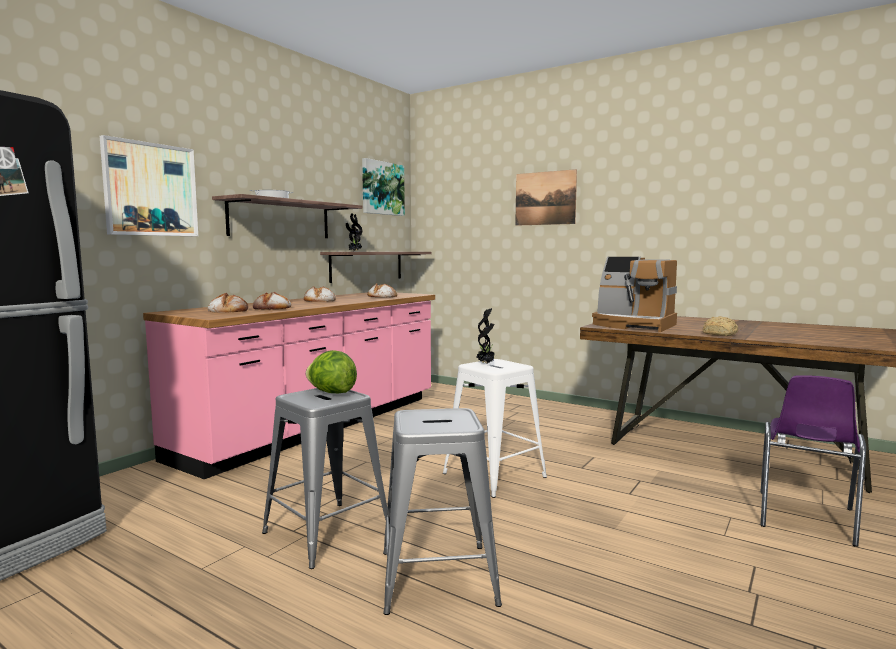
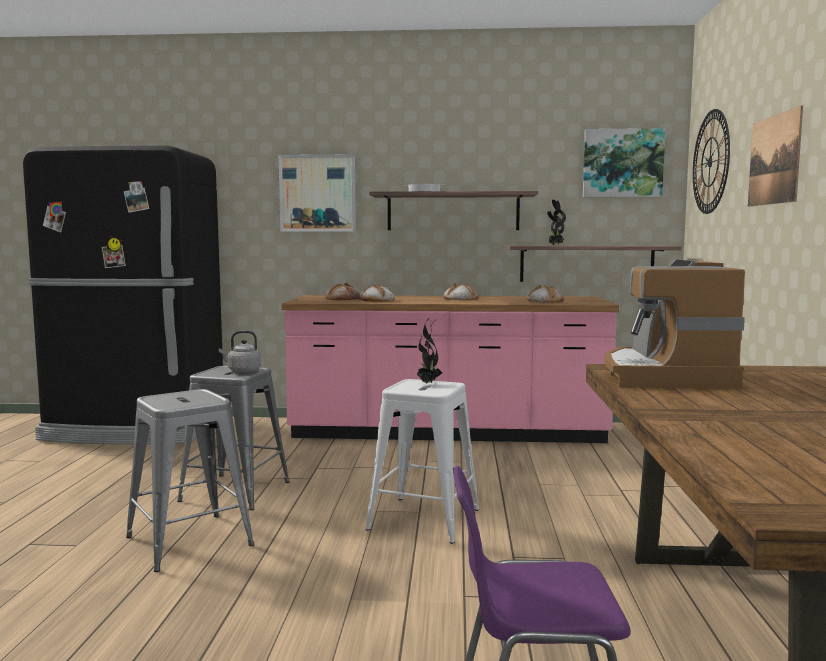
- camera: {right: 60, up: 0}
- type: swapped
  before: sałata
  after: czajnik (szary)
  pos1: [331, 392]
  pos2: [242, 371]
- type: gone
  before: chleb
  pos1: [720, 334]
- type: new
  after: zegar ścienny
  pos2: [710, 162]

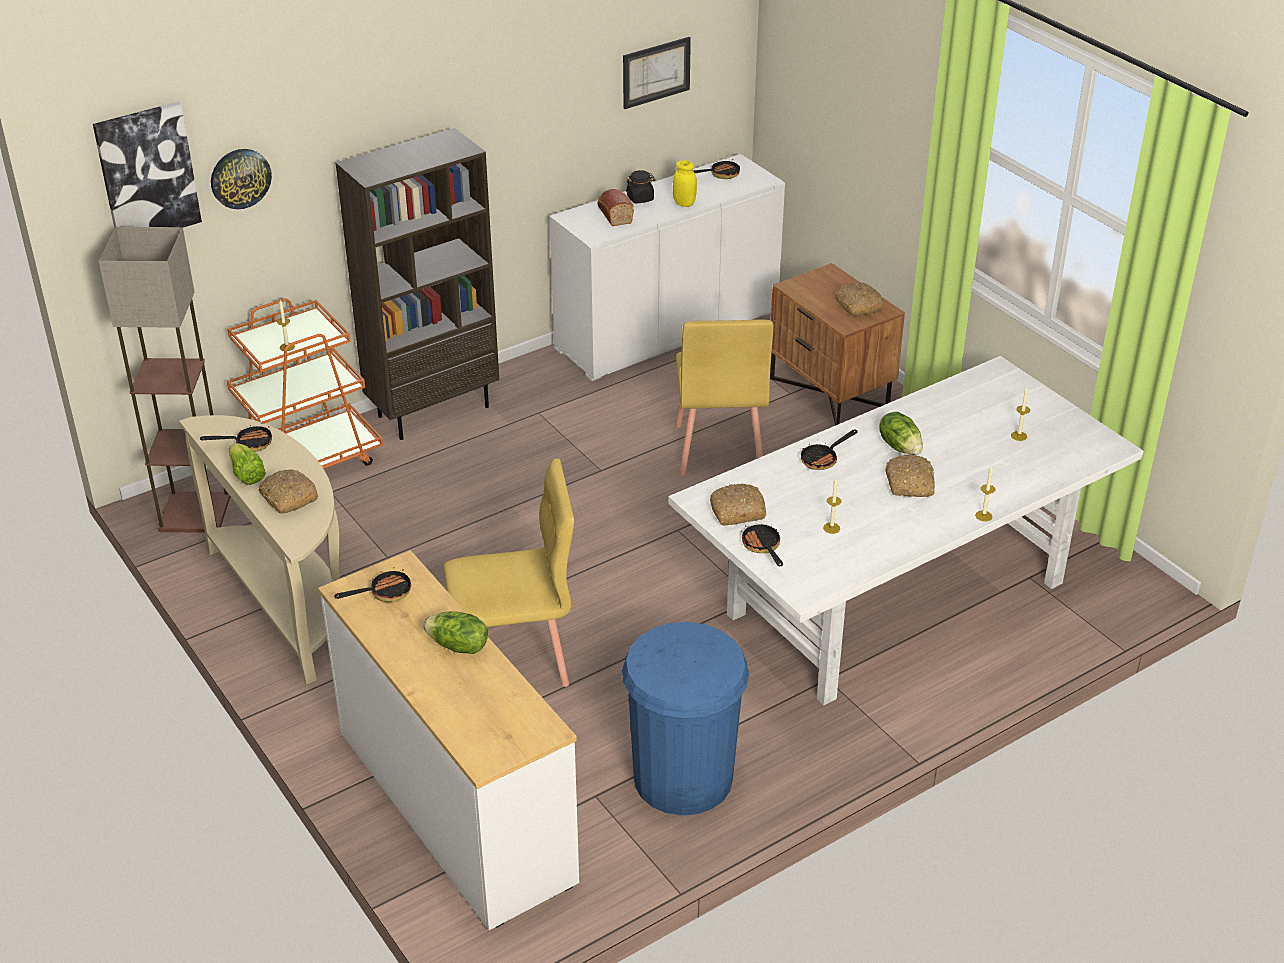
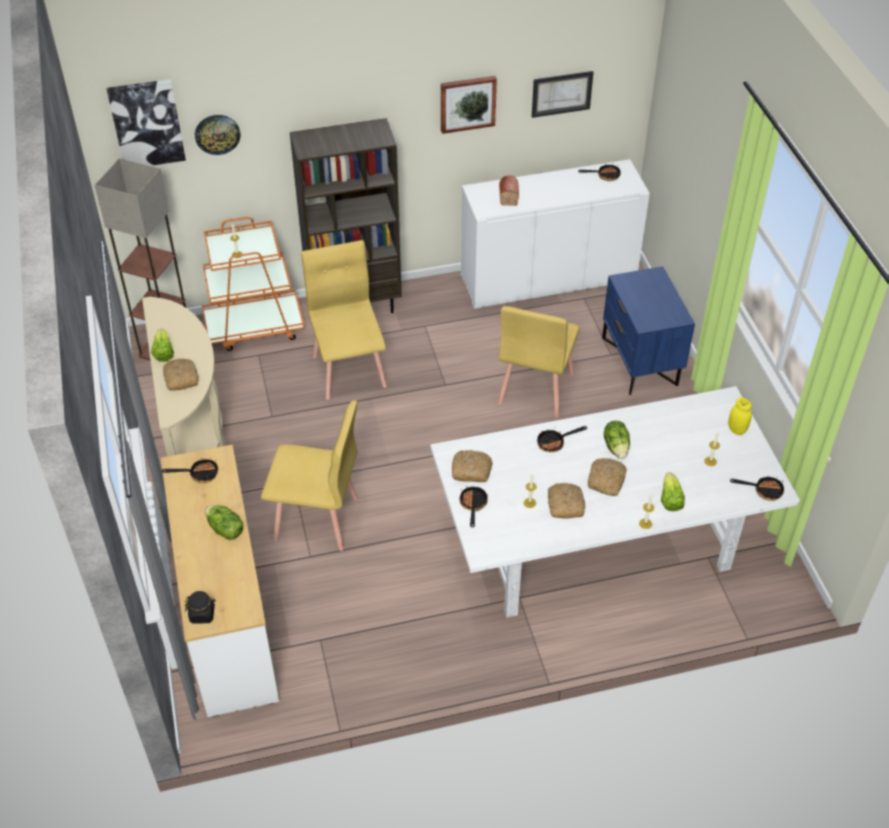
- camera: {right: 20, up: 10}
- type: shifted
  before: patelnia
  pos1: [248, 443]
  pos2: [763, 490]
- type: gone
  before: kosz na śmieci (niebieski)
  pos1: [683, 777]
- type: shifted
  before: słoik (czarny)
  pos1: [640, 198]
  pos2: [202, 614]
- type: shifted
  before: słoik (żółty)
  pos1: [684, 203]
  pos2: [737, 429]
- type: repainted
  before: szafka nocna (brązowy)
  after: szafka nocna (niebieski)
  pos1: [830, 393]
  pos2: [640, 361]
- type: shifted
  before: chleb
  pos1: [857, 305]
  pos2: [564, 504]
- type: new
  after: krzesło (żółty)
  pos2: [349, 370]
- type: new
  after: obraz
  pos2: [467, 103]
- type: new
  after: sałata
  pos2: [670, 500]

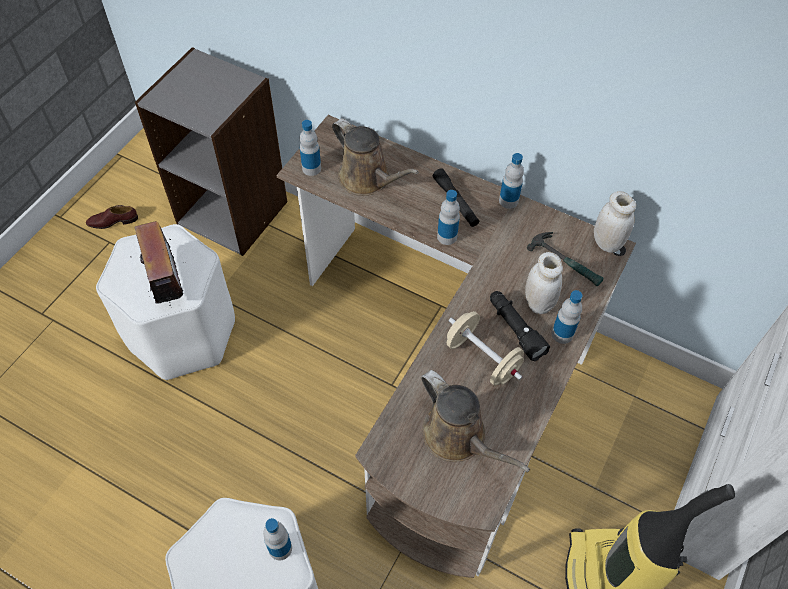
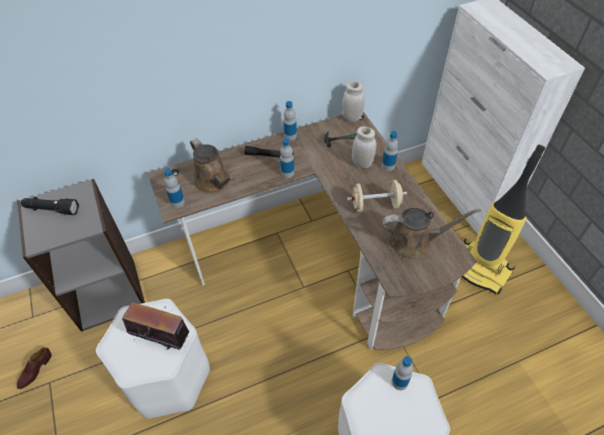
- camera: {right: -50, up: -5}
- type: rotated
  before: konewka (brązowy)
  pos1: [368, 179]
  pos2: [214, 182]
  turn: 60
- type: shifted
  before: latarka (czarny)
  pos1: [515, 329]
  pos2: [52, 210]

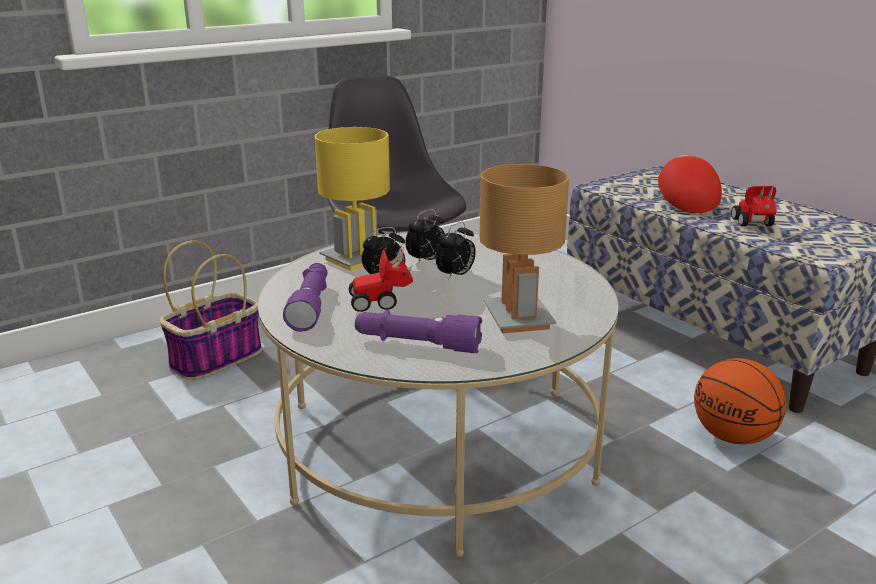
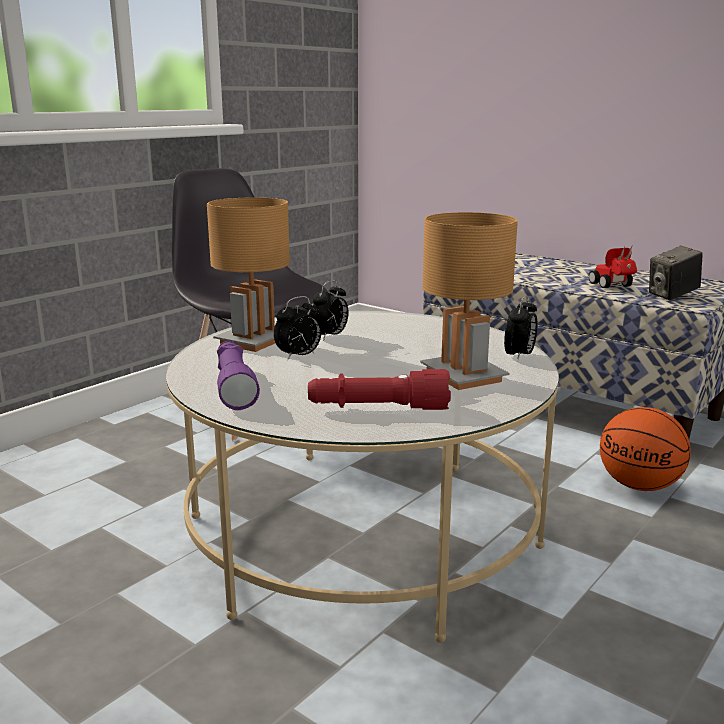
- camera: {right: -15, up: -5}
- type: gone
  before: koszyk
  pos1: [217, 358]
- type: repainted
  before: lampa stołowa (żółty)
  after: lampa stołowa (brązowy)
  pos1: [356, 259]
  pos2: [253, 341]
- type: gone
  before: samochodzik
  pos1: [381, 302]
- type: repainted
  before: latarka (fioletowy)
  after: latarka (czerwony)
  pos1: [417, 344]
  pos2: [378, 408]
- type: shifted
  before: budzik
  pos1: [456, 275]
  pos2: [519, 356]
- type: gone
  before: czapka z daszkiem (czerwony)
  pos1: [684, 201]
- type: new
  after: aparat fotograficzny
  pos2: [672, 296]

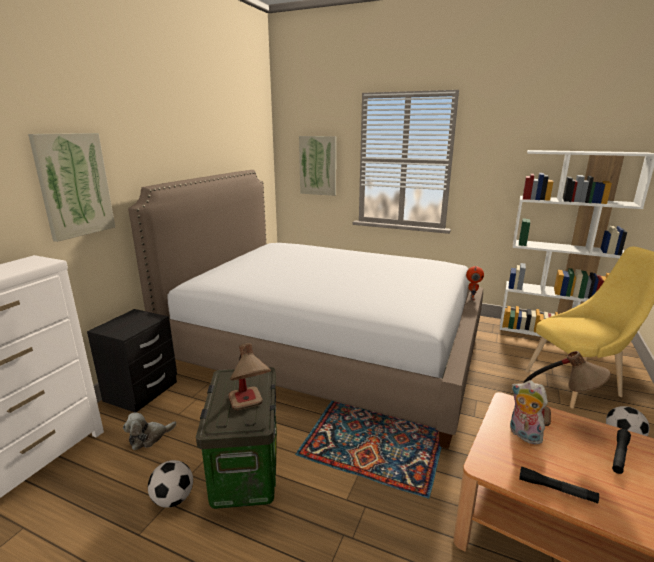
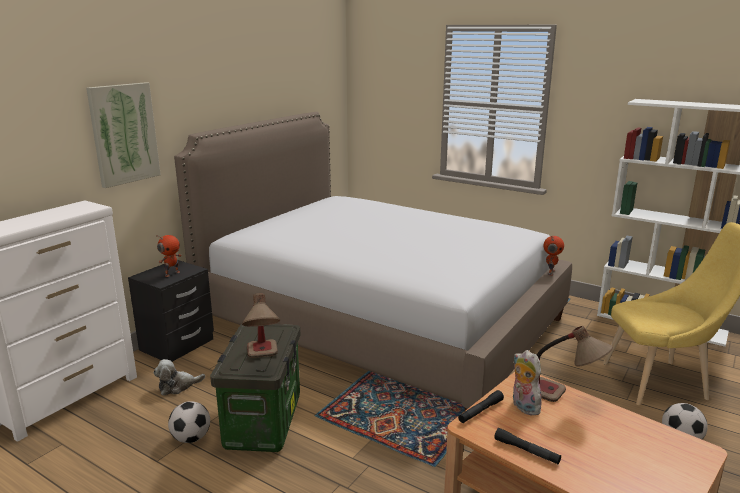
- camera: {right: 10, up: 0}
- type: gone
  before: obraz
  pos1: [318, 165]
- type: shifted
  before: latarka (czarny)
  pos1: [619, 455]
  pos2: [480, 411]
- type: new
  after: robot zabawkowy
  pos2: [172, 273]

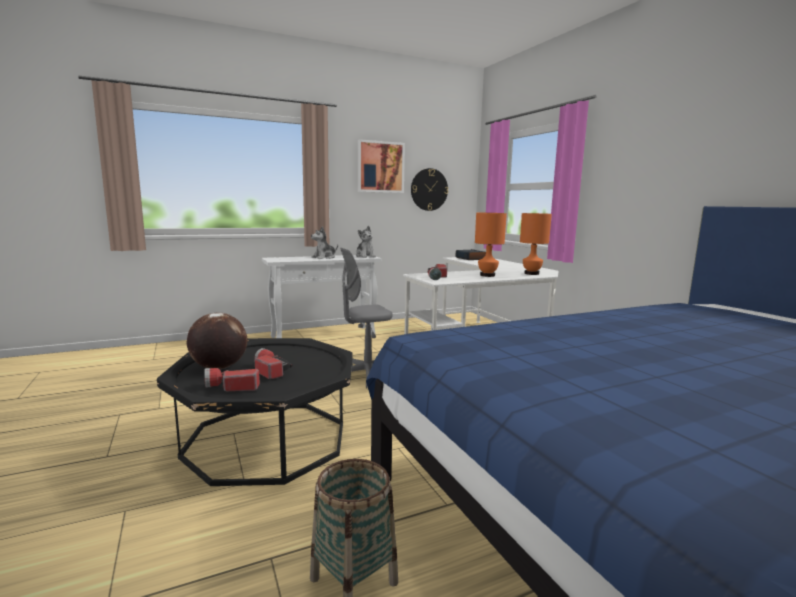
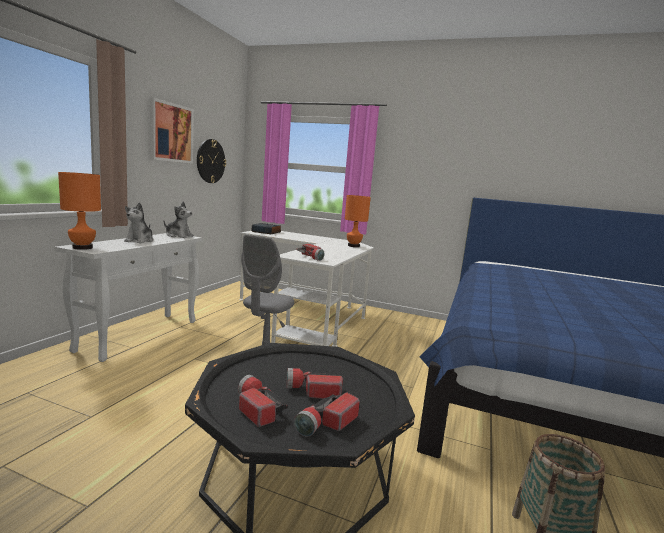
- camera: {right: -45, up: 0}
- type: swapped
  before: globus
  after: latarka
  pos1: [219, 368]
  pos2: [257, 408]
- type: shifted
  before: lampa stołowa (pomarańczowy)
  pos1: [487, 275]
  pos2: [82, 248]

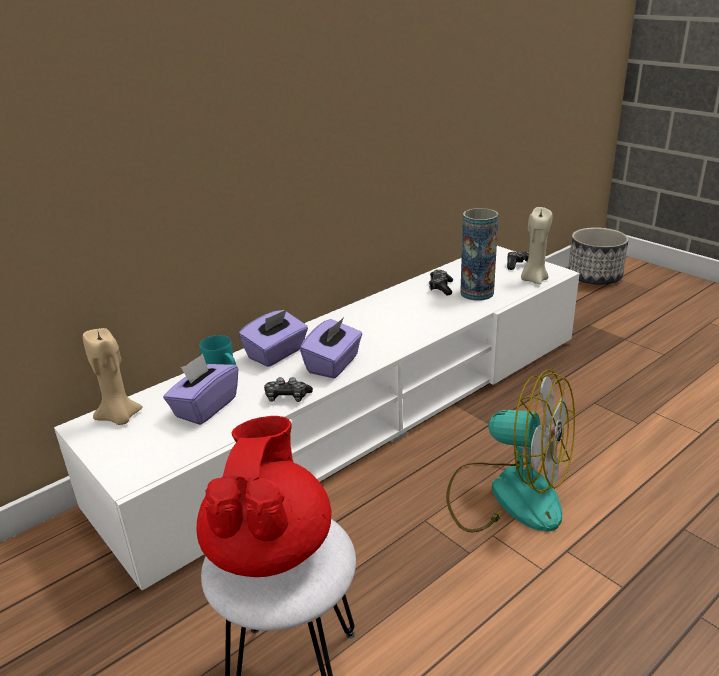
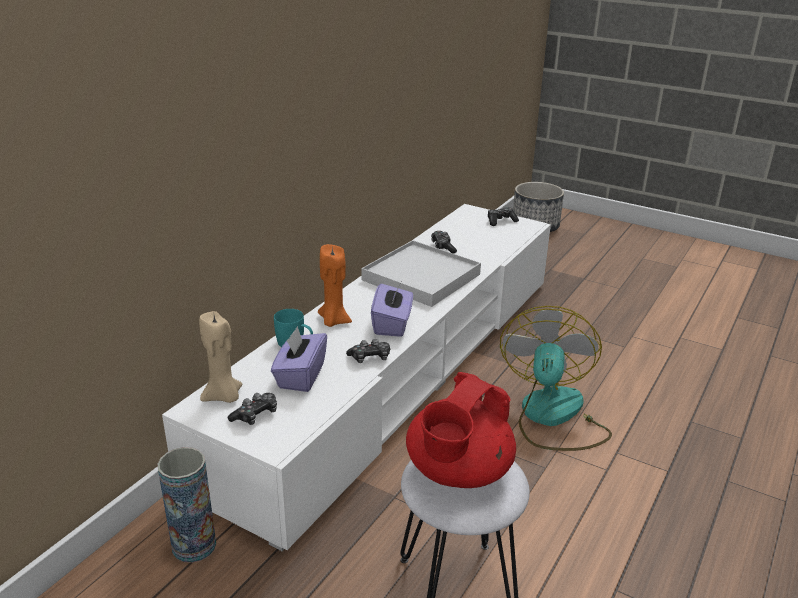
- camera: {right: -20, up: 0}
- type: rotated
  before: imbryk (czerwony)
  pos1: [269, 547]
  pos2: [457, 472]
  turn: -135
- type: swapped
  before: pudełko chusteczek (fioletowy)
  after: świeca (pomarańczowy)
  pos1: [276, 354]
  pos2: [333, 321]
- type: rotated
  before: wentylator
  pos1: [508, 494]
  pos2: [552, 417]
  turn: -90
- type: shifted
  before: wazon
  pos1: [477, 293]
  pos2: [194, 545]
- type: gone
  before: świeca (beżowy)
  pos1: [533, 279]
- type: new
  after: pad do gier
  pos2: [255, 415]
- type: new
  after: taca (biały)
  pos2: [421, 277]

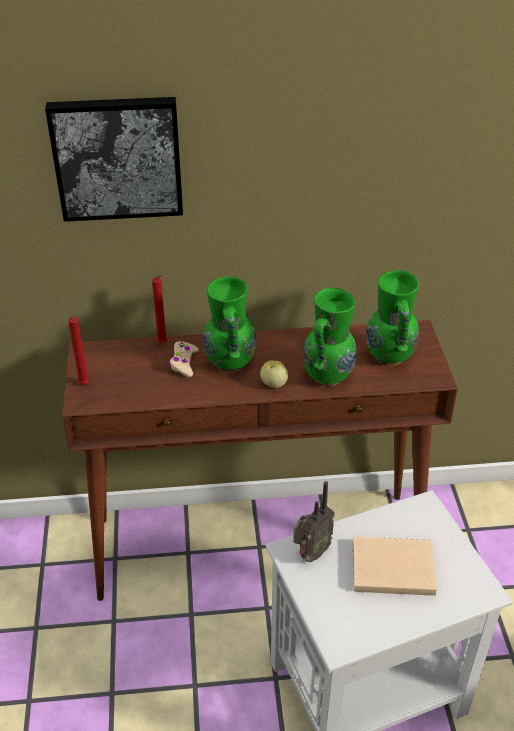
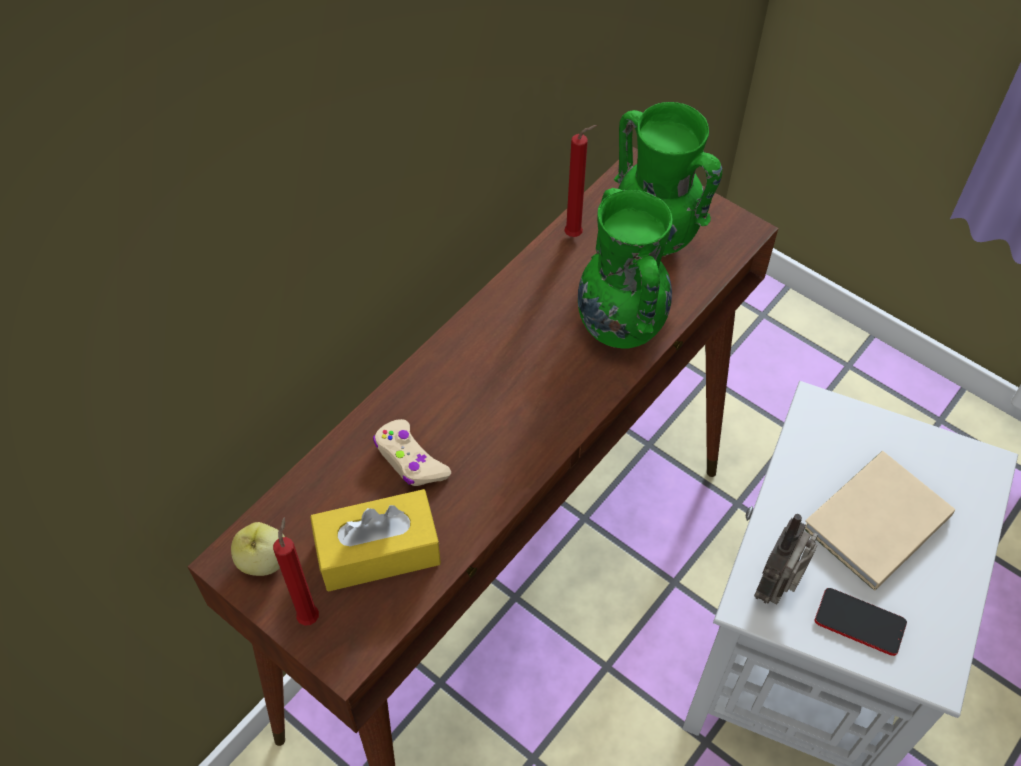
- camera: {right: -45, up: 15}
- type: gone
  before: obraz
  pos1: [117, 157]
- type: shifted
  before: świeca (czerwony)
  pos1: [163, 344]
  pos2: [576, 235]
- type: gone
  before: wazon (zielony)
  pos1: [229, 364]
- type: shifted
  before: jabłko
  pos1: [273, 384]
  pos2: [263, 561]
- type: rotated
  before: radio
  pos1: [310, 554]
  pos2: [778, 586]
  turn: -150
- type: new
  after: pudełko chusteczek (żółty)
  pos2: [378, 551]
- type: new
  after: telefon
  pos2: [859, 622]

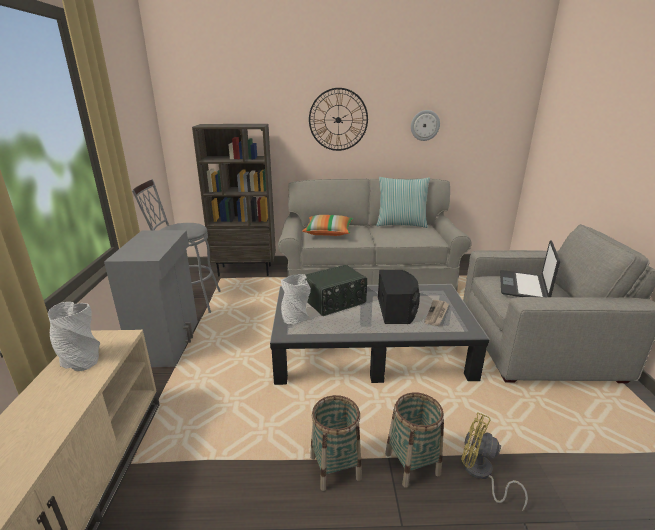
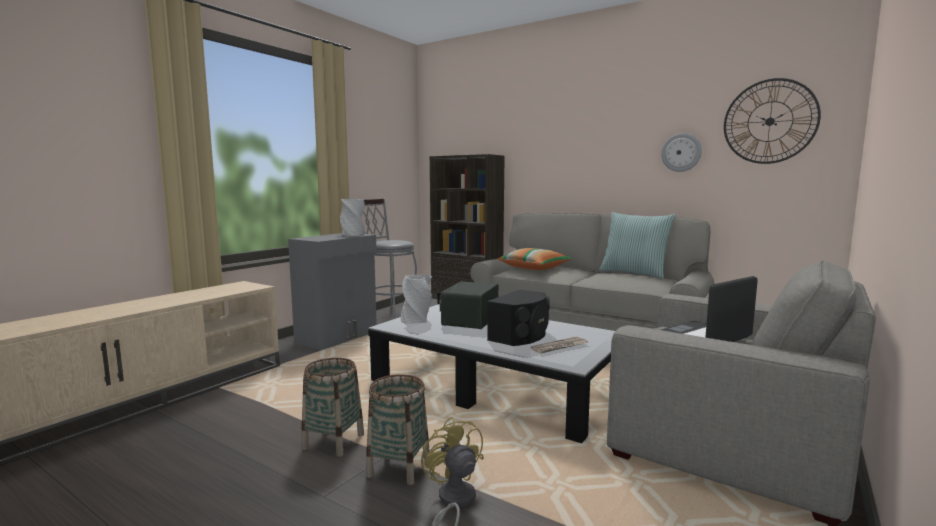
- camera: {right: 35, up: -15}
- type: shifted
  before: wazon (szary)
  pos1: [81, 359]
  pos2: [352, 234]
- type: rotated
  before: radio
  pos1: [335, 302]
  pos2: [469, 320]
  turn: 105
- type: shifted
  before: zegar ścienny
  pos1: [338, 120]
  pos2: [770, 121]

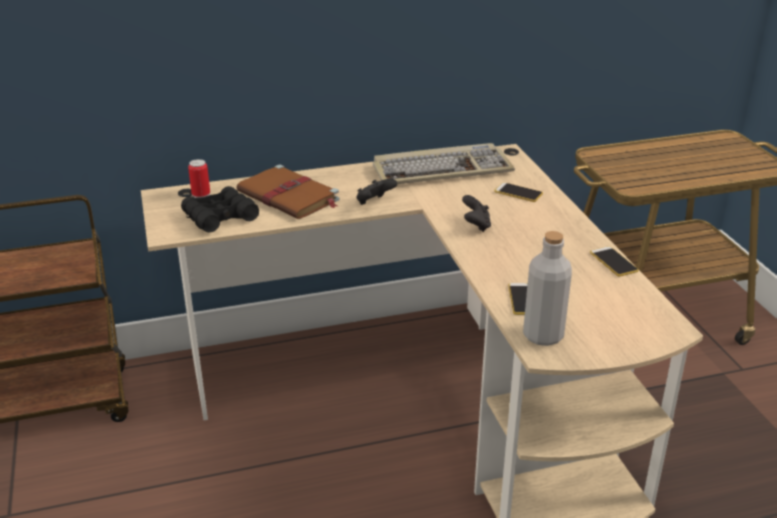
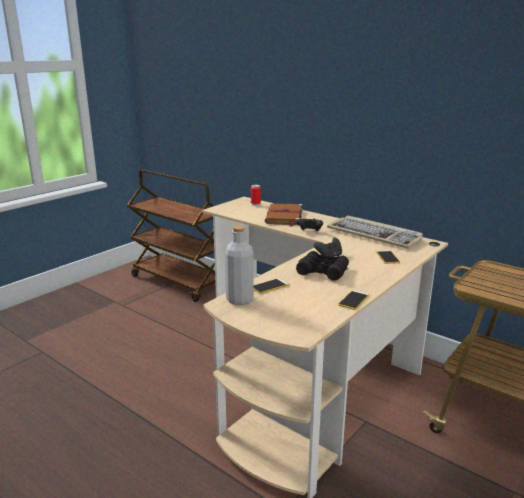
- camera: {right: 55, up: -10}
- type: shifted
  before: lornetka (czarny)
  pos1: [220, 217]
  pos2: [322, 272]

